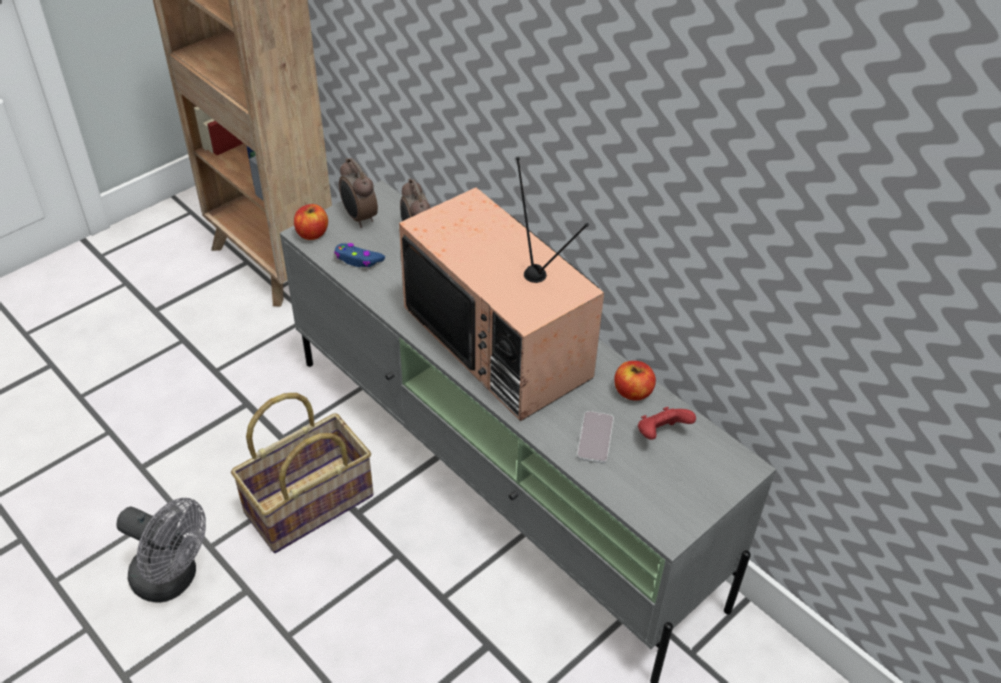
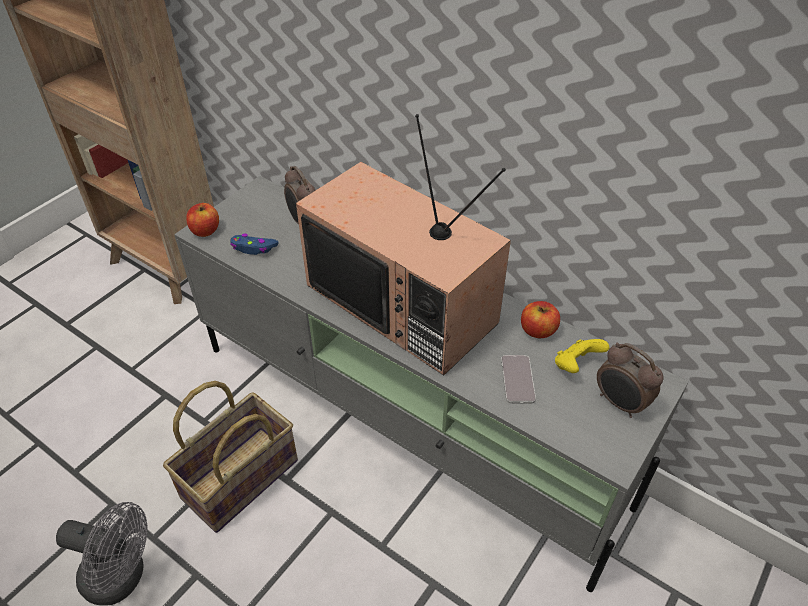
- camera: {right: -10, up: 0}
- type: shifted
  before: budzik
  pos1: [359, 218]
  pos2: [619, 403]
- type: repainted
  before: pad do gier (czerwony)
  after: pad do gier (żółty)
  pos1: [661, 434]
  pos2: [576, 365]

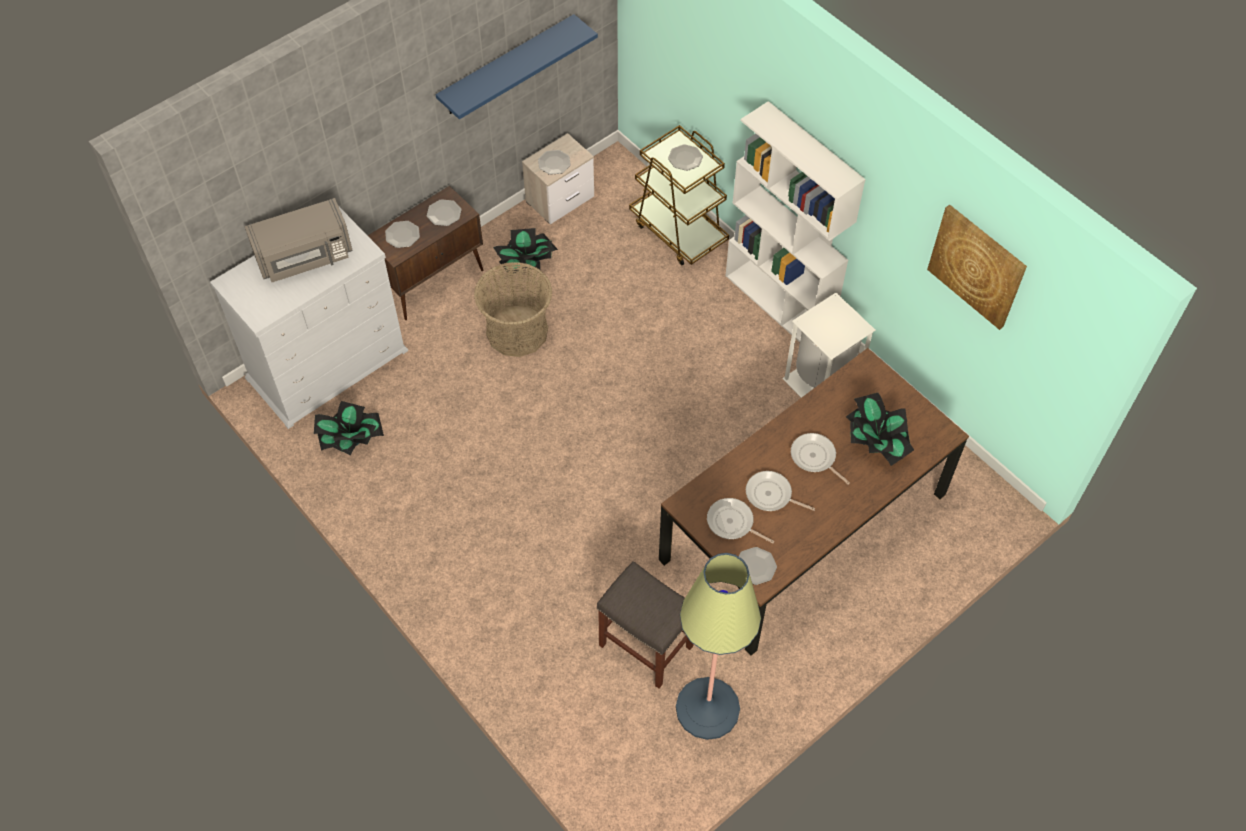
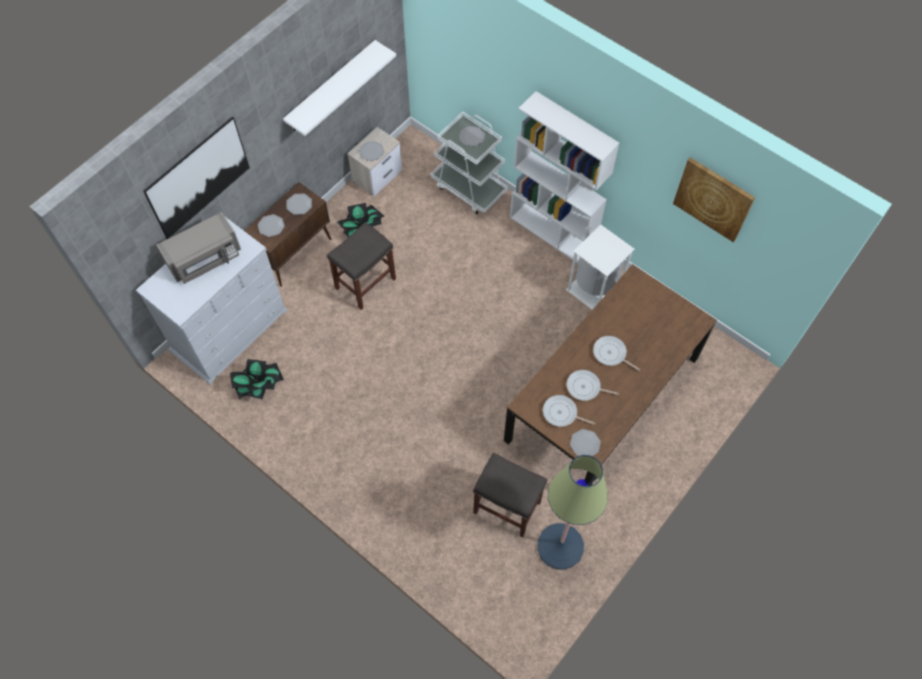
- camera: {right: -10, up: 5}
- type: repainted
  before: półka (niebieski)
  after: półka (biały)
  pos1: [507, 66]
  pos2: [331, 87]
- type: swapped
  before: koszyk
  after: stołek (szary)
  pos1: [517, 331]
  pos2: [365, 282]
- type: repainted
  before: wózek (brązowy)
  after: wózek (biały)
  pos1: [678, 231]
  pos2: [469, 188]
- type: gone
  before: roślina doniczkowa
  pos1: [876, 443]
- type: new
  after: obraz
  pos2: [198, 178]

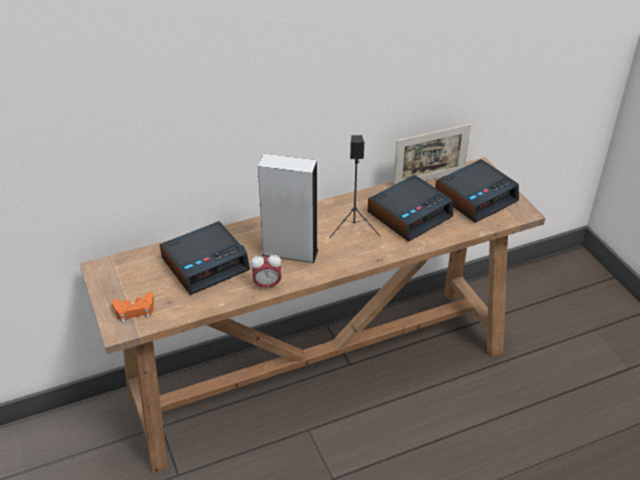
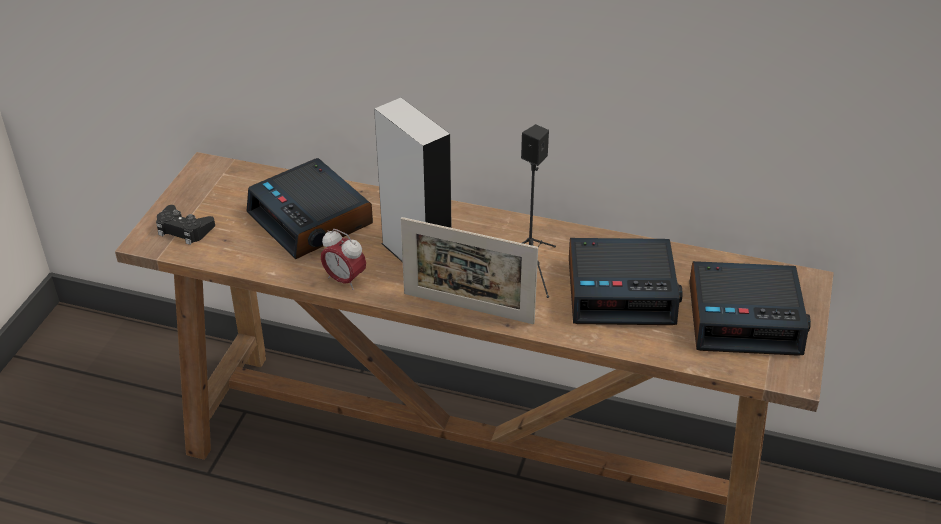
- camera: {right: 40, up: 0}
- type: repainted
  before: pad do gier (pomarańczowy)
  after: pad do gier (czarny)
  pos1: [134, 310]
  pos2: [184, 229]
- type: rotated
  before: budzik
  pos1: [206, 264]
  pos2: [312, 219]
  turn: 45
- type: shifted
  before: ramka na zdjęcie
  pos1: [429, 180]
  pos2: [468, 308]

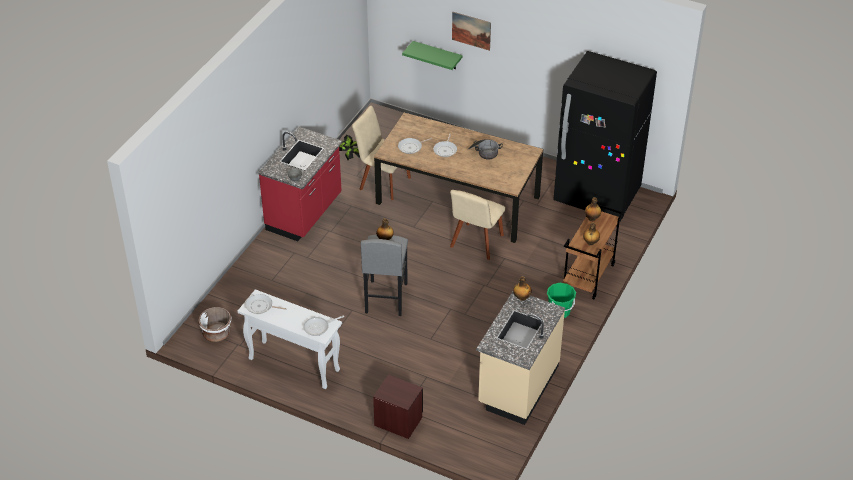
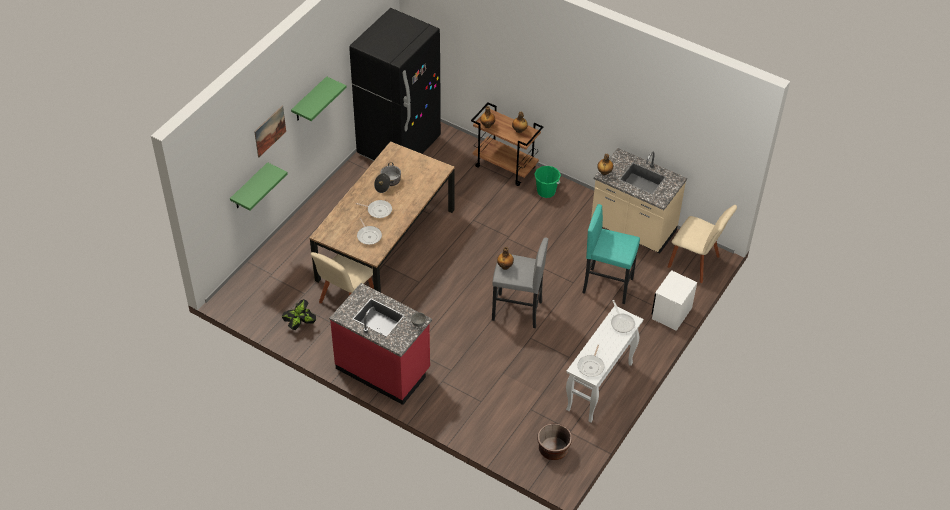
- camera: {right: -85, up: 5}
- type: repainted
  before: donica (biały)
  after: donica (brązowy)
  pos1: [216, 333]
  pos2: [553, 450]
- type: repainted
  before: szafka nocna (brązowy)
  after: szafka nocna (biały)
  pos1: [398, 421]
  pos2: [671, 313]
- type: shifted
  before: krzesło (beżowy)
  pos1: [476, 243]
  pos2: [696, 263]
- type: new
  after: półka (zielony)
  pos2: [309, 100]
- type: new
  after: stołek (turkusowy)
  pos2: [607, 285]

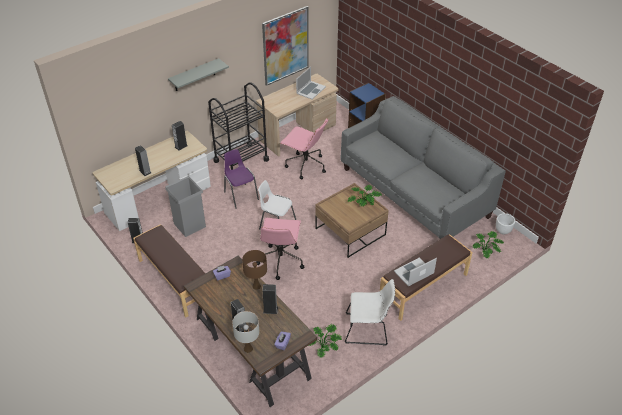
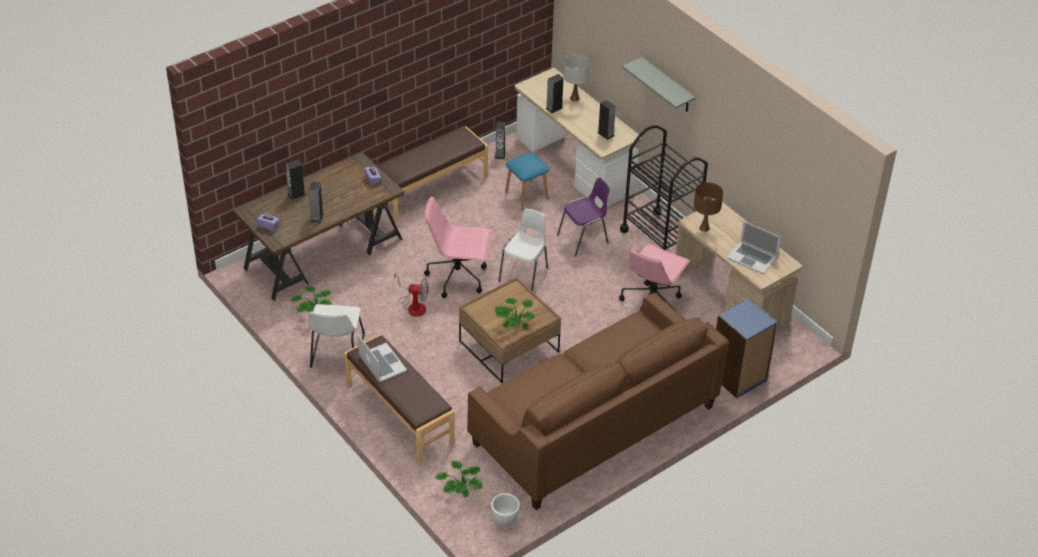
- camera: {right: 90, up: 0}
- type: swapped
  before: kosz na śmieci (szary)
  after: stołek (niebieski)
  pos1: [189, 225]
  pos2: [526, 195]
- type: shifted
  before: lampa stołowa (biały)
  pos1: [248, 348]
  pos2: [574, 98]
- type: shifted
  before: lampa stołowa (brązowy)
  pos1: [256, 286]
  pos2: [704, 228]
- type: gone
  before: obraz
  pos1: [285, 46]
- type: repainted
  before: kanapa (szary)
  after: kanapa (brązowy)
  pos1: [413, 192]
  pos2: [594, 424]
- type: new
  after: wentylator
  pos2: [413, 305]

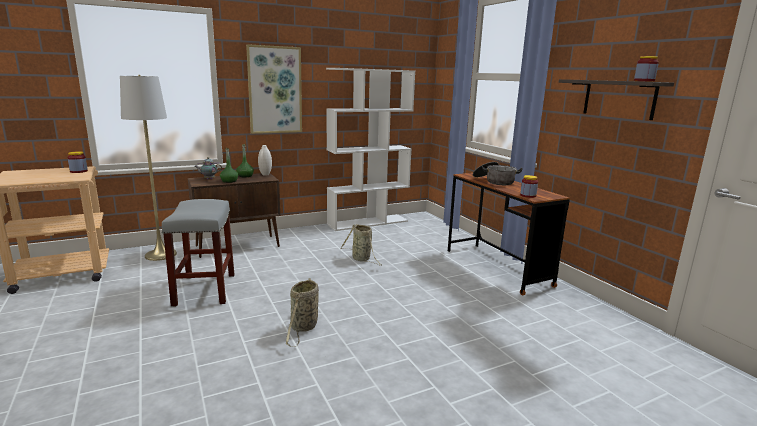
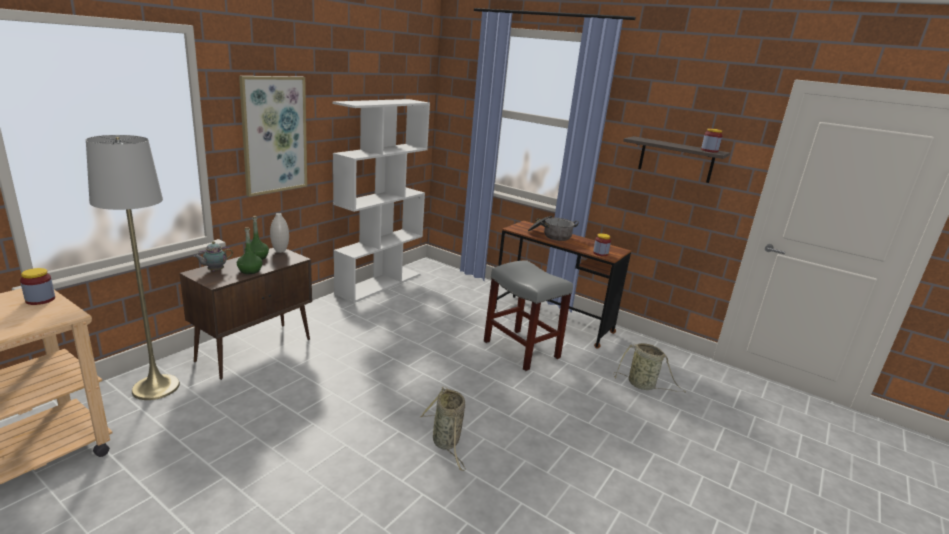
- camera: {right: -30, up: 5}
- type: shifted
  before: stołek (szary)
  pos1: [204, 289]
  pos2: [520, 349]
- type: shifted
  before: koszyk
  pos1: [362, 259]
  pos2: [643, 385]

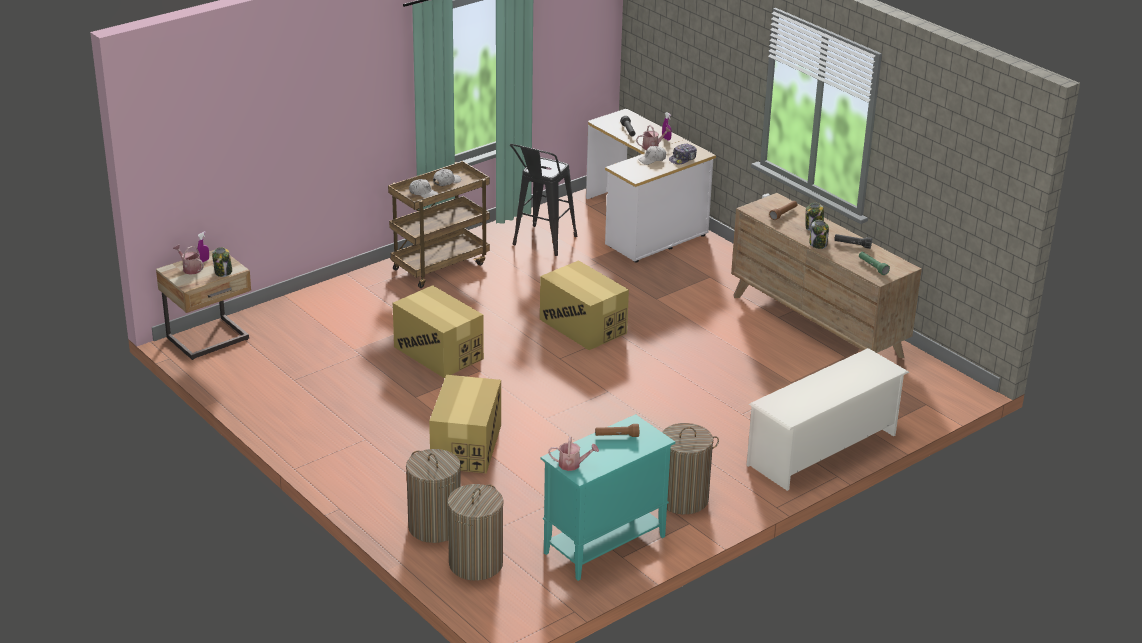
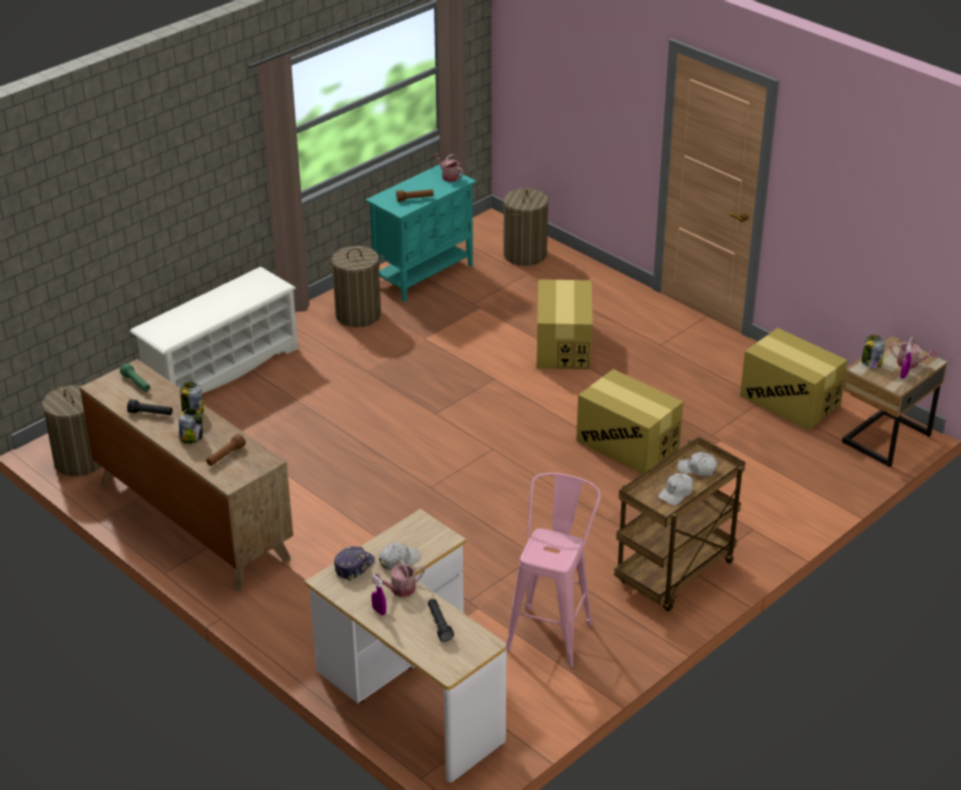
- camera: {right: 175, up: 5}
- type: shifted
  before: kosz na pranie
  pos1: [434, 527]
  pos2: [80, 461]
- type: repainted
  before: stołek (czarny)
  after: stołek (różowy)
  pos1: [541, 243]
  pos2: [552, 630]
- type: shifted
  before: karton
  pos1: [582, 326]
  pos2: [790, 401]
- type: rotated
  before: konewka
  pos1: [572, 464]
  pos2: [448, 176]
  turn: 45

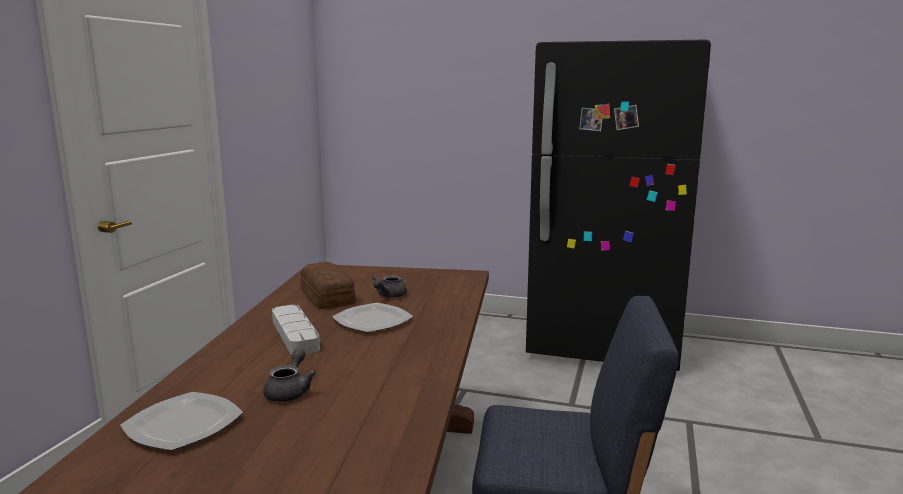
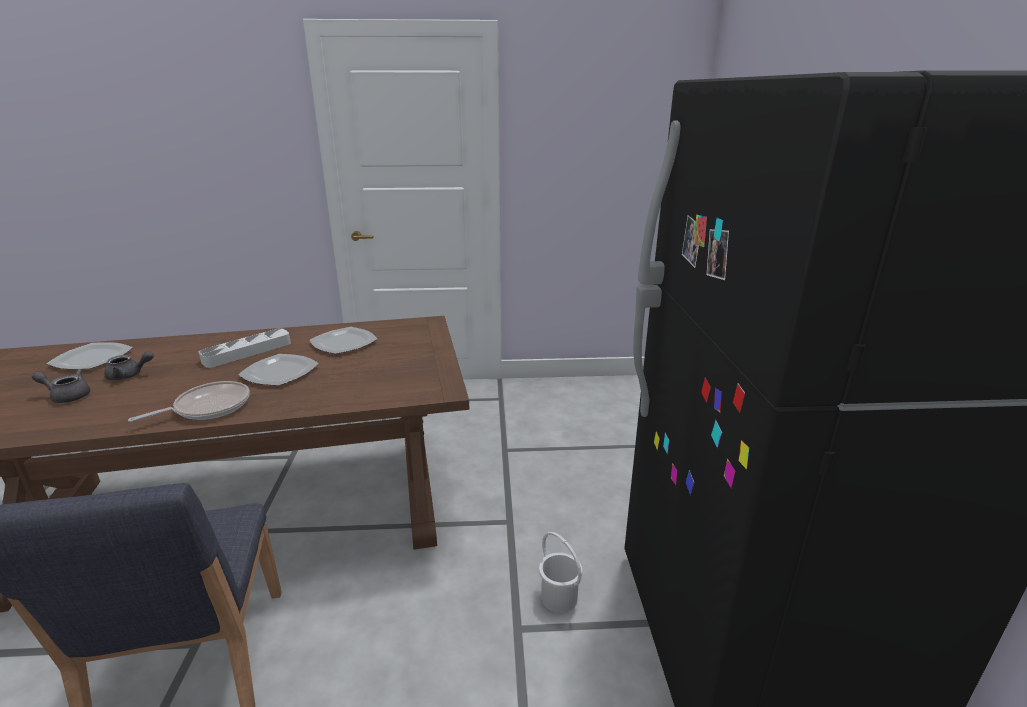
- camera: {right: 70, up: 10}
- type: swapped
  before: chleb
  after: talerz
  pos1: [328, 297]
  pos2: [344, 343]
- type: shifted
  before: imbryk (szary)
  pos1: [388, 296]
  pos2: [67, 396]
- type: new
  after: patelnia
  pos2: [208, 407]
- type: new
  after: wiadro (biały)
  pos2: [559, 597]

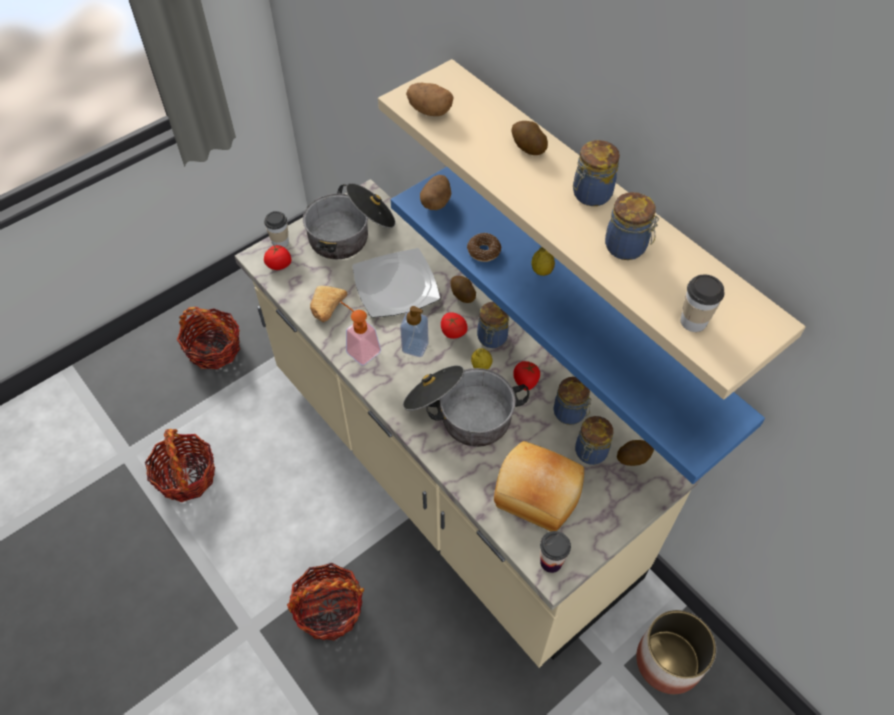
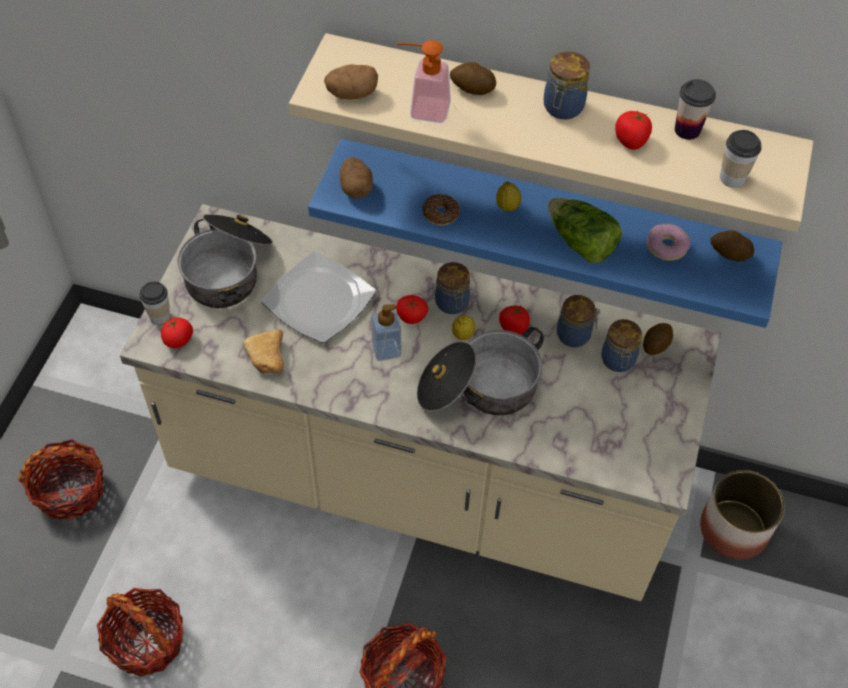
- camera: {right: -35, up: 0}
- type: shifted
  before: dozownik mydła
  pos1: [359, 348]
  pos2: [422, 109]
- type: shifted
  before: ziemniak
  pos1: [462, 295]
  pos2: [729, 254]
- type: gone
  before: chleb
  pos1: [536, 495]
- type: shifted
  before: filiżanka
  pos1: [551, 562]
  pos2: [687, 130]
- type: swapped
  before: słoik
  after: pomidor
  pos1: [627, 247]
  pos2: [631, 141]
- type: new
  after: sałata
  pos2: [580, 243]
- type: new
  after: donut
  pos2: [666, 246]

